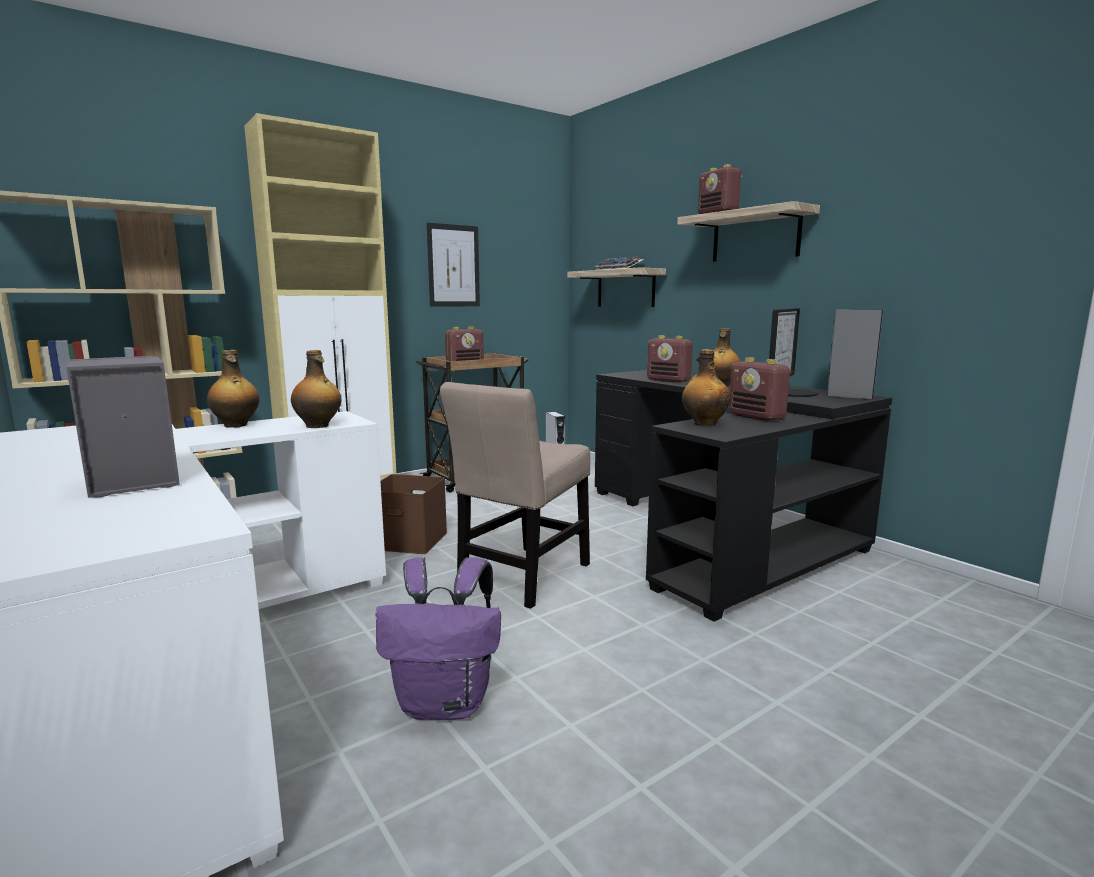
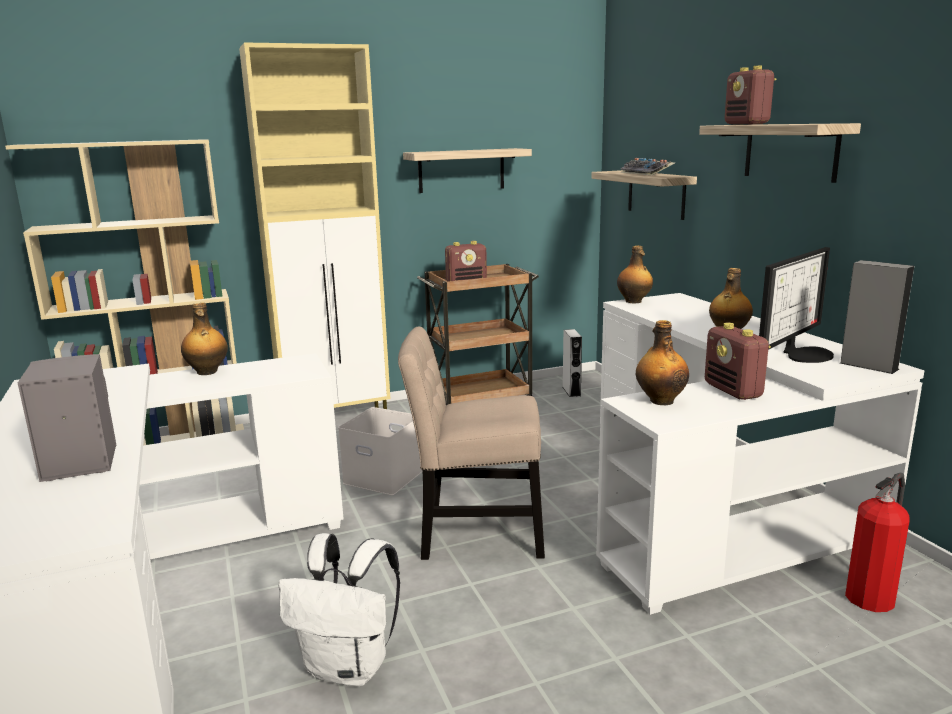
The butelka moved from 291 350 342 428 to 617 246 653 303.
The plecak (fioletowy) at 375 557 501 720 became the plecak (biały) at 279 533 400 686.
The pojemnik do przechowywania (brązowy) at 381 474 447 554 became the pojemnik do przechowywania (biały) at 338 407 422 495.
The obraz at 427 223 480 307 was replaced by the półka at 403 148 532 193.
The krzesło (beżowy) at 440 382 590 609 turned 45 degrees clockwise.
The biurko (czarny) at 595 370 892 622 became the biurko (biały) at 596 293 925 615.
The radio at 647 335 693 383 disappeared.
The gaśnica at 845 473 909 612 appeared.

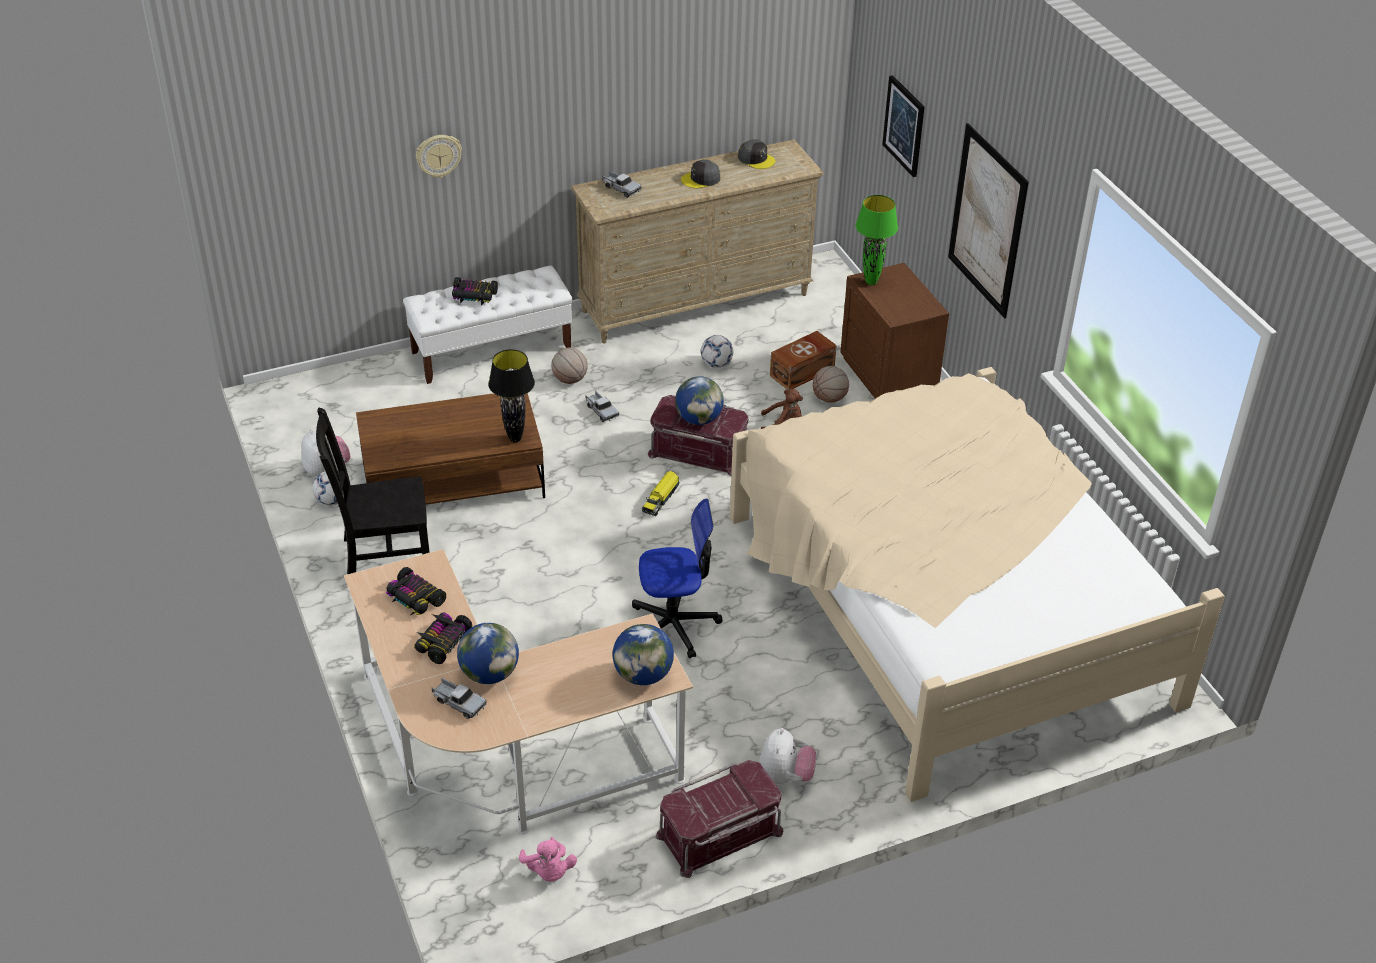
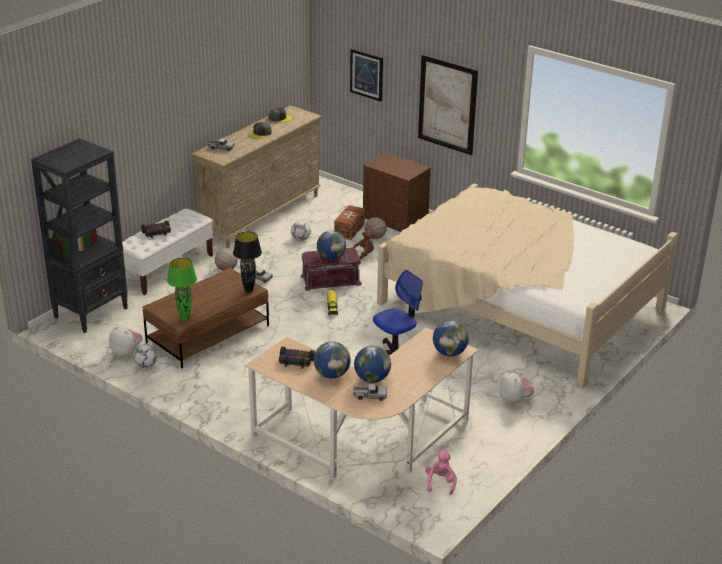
The krzesło (czarny) at 316 408 430 574 disappeared.
The samochodzik at 414 612 472 664 was replaced by the globus at 314 341 351 378.
The zegar ścienny at 416 135 462 178 disappeared.
The pluszak (różowy) at 519 837 577 882 turned 120 degrees counterclockwise.
The pojemnik do przechowywania (czerwony) at 656 760 783 878 disappeared.
The lampa stołowa (zielony) moved from 855 195 898 285 to 167 258 197 321.
The regał (czarny) at 31 138 128 333 appeared.

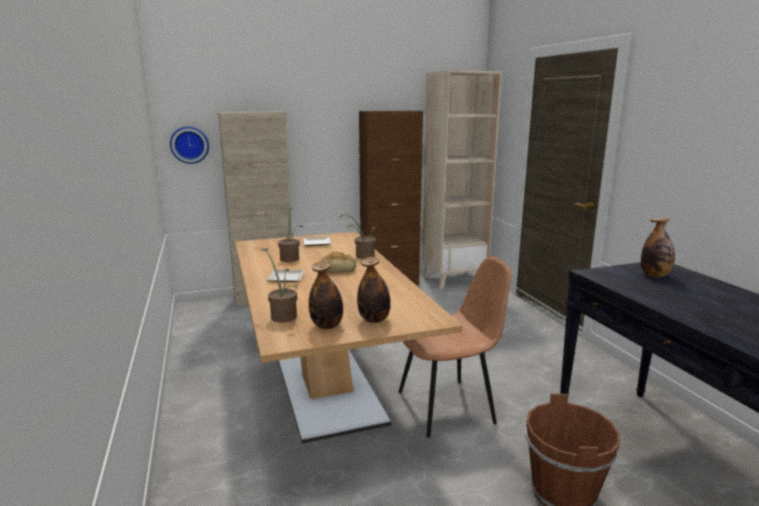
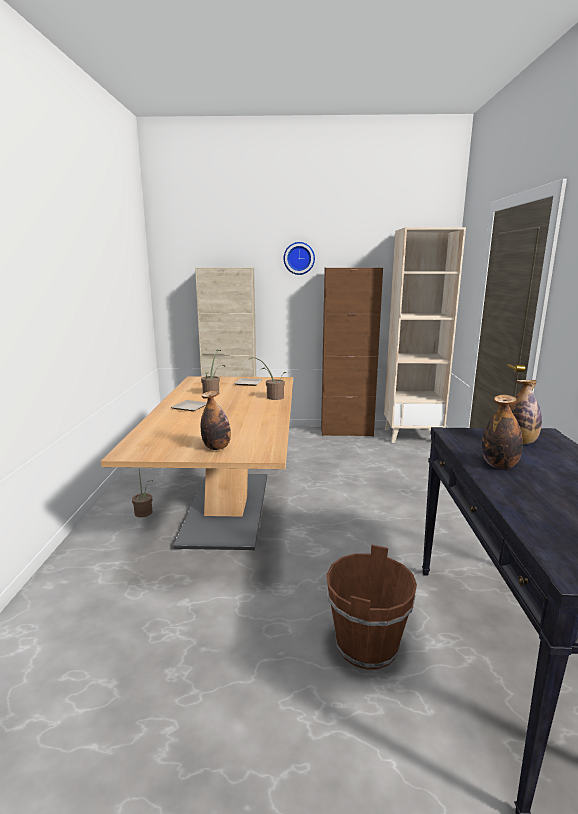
The zegar ścienny moved from 170 126 209 164 to 284 242 315 275.
The roślina doniczkowa moved from 261 248 298 323 to 132 468 153 517.
The butelka moved from 309 262 343 329 to 482 395 523 469.
The chleb at 319 252 356 273 disappeared.
The krzesło (brązowy) at 399 256 511 438 disappeared.

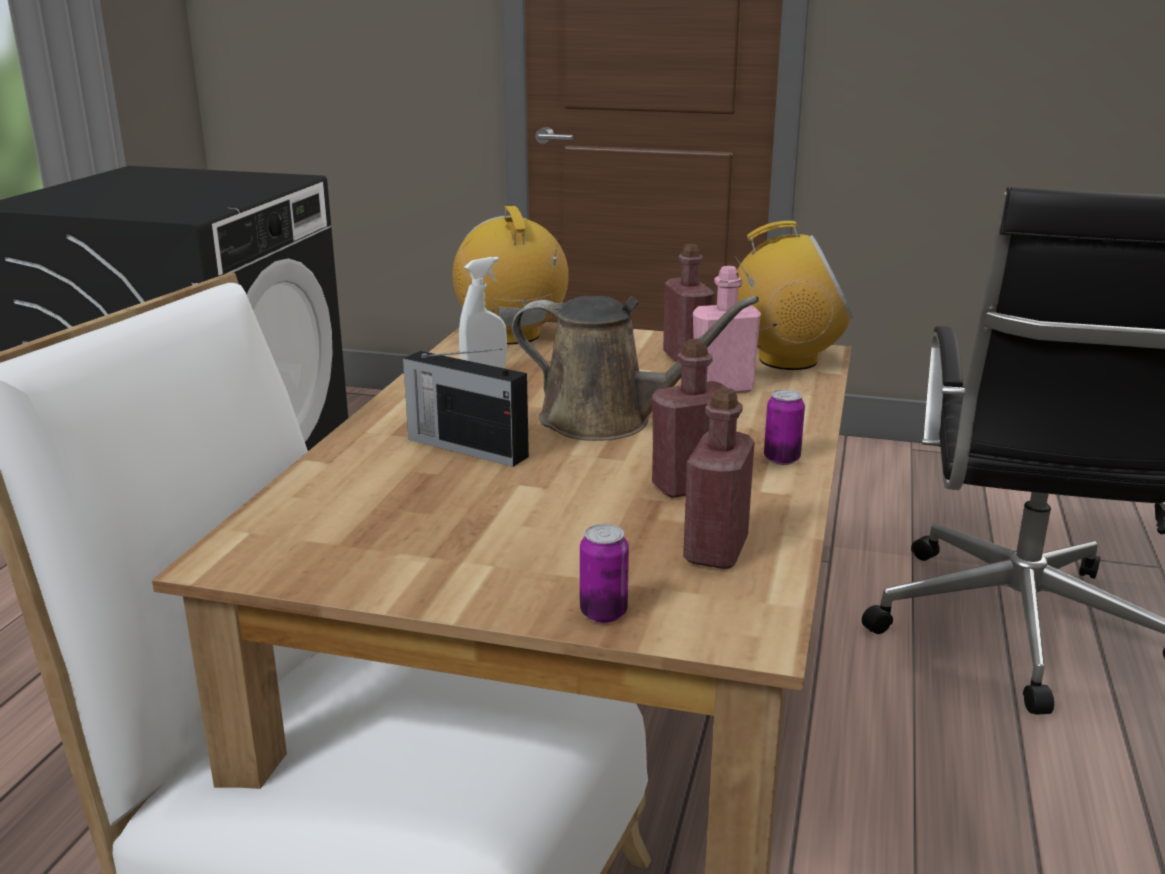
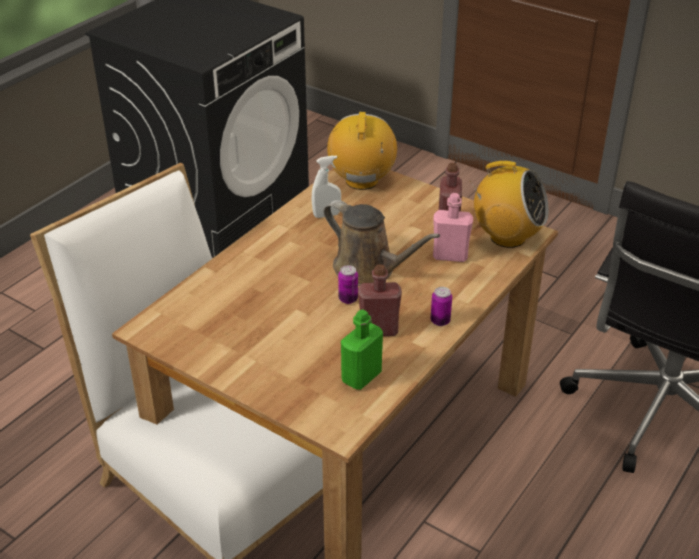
The radio at 403 349 529 467 disappeared.
The puszka moved from 580 524 629 623 to 338 265 358 304.
The butelka (czerwony) at 683 387 755 569 became the butelka (zielony) at 341 309 383 390.

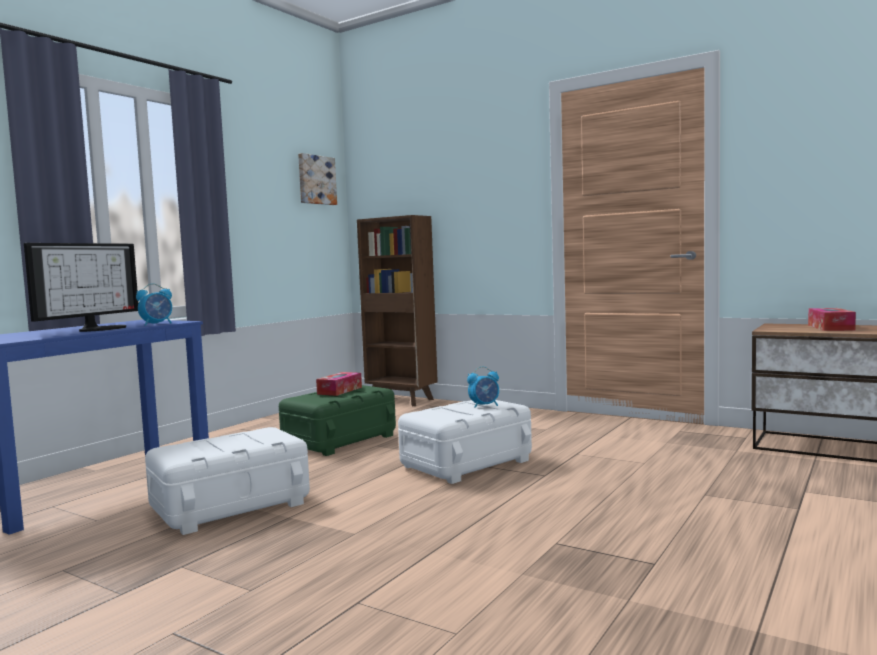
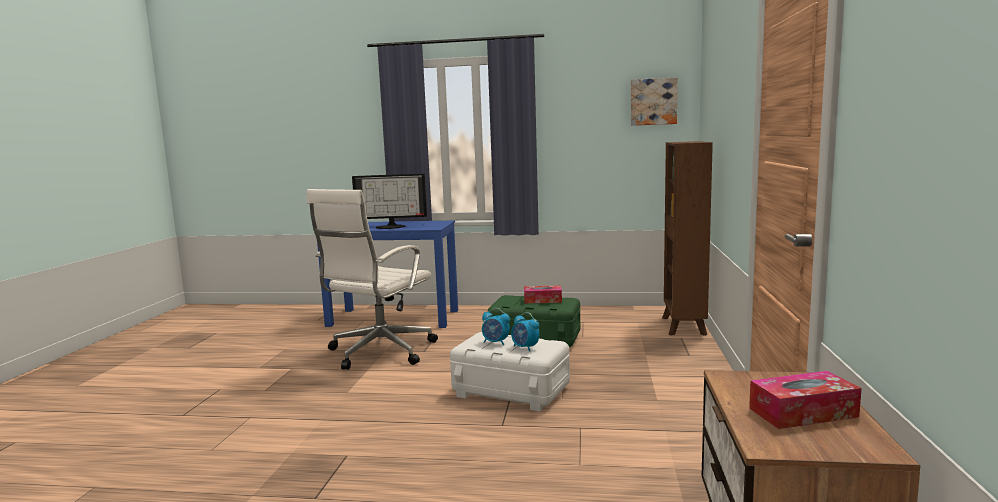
The budzik moved from 136 283 172 326 to 482 308 510 345.
The pojemnik do przechowywania (biały) at 145 427 310 535 was replaced by the krzesło biurowe (biały) at 307 189 438 370.

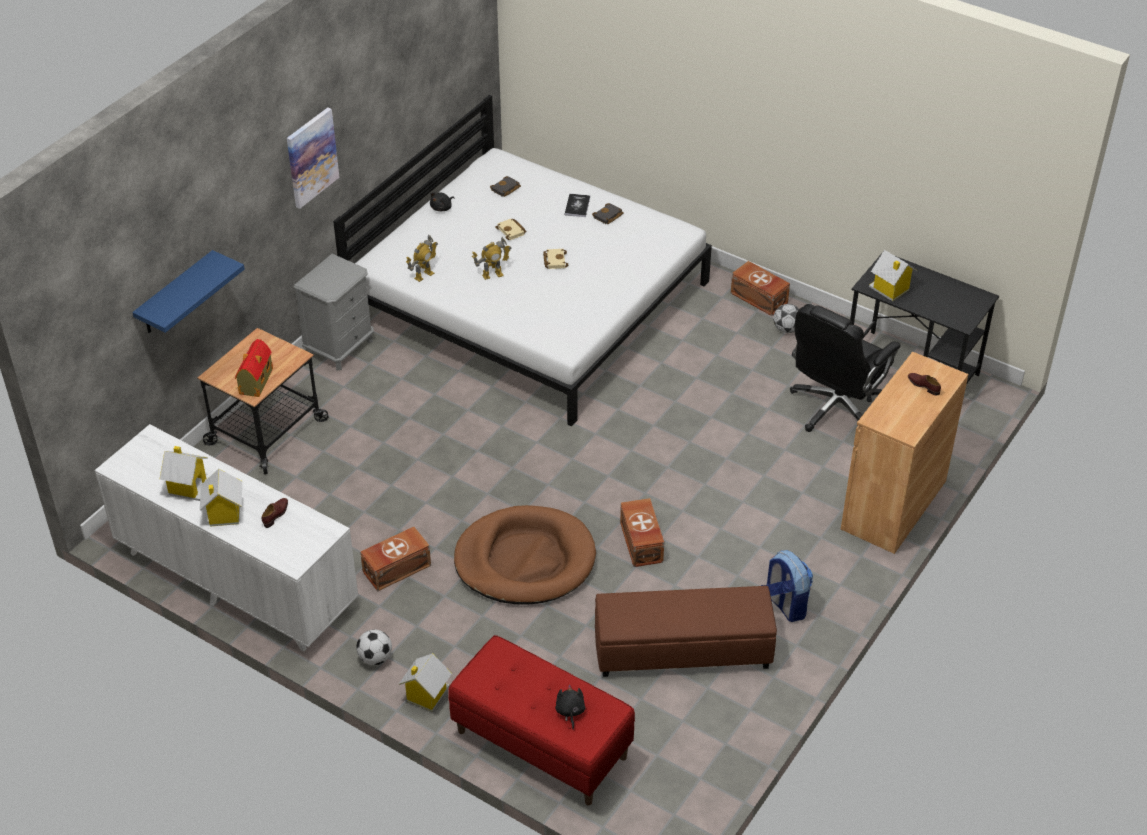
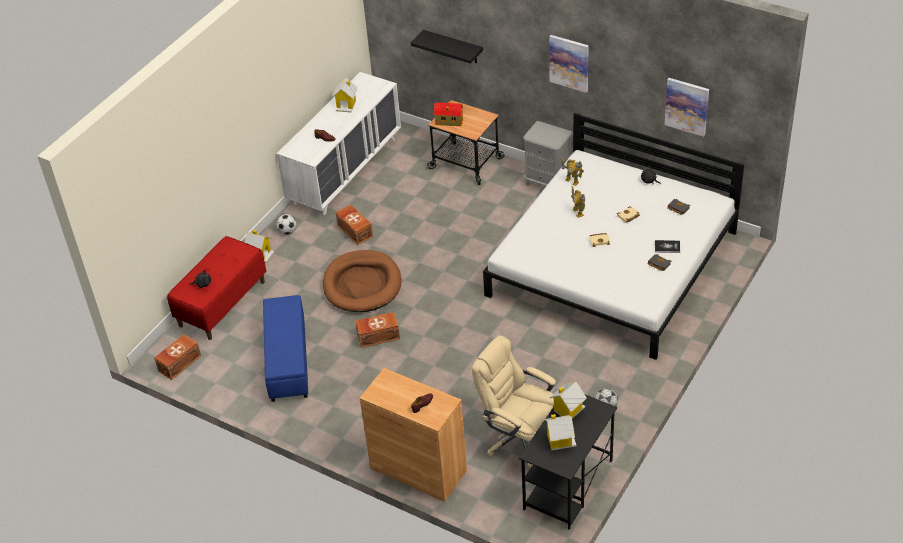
The półka (niebieski) at 132 250 245 333 became the półka (czarny) at 411 30 483 64.
The domek moved from 200 469 242 527 to 544 414 576 450.
The pufa (brązowy) at 595 586 777 677 became the pufa (niebieski) at 263 295 308 402.
The pojemnik do przechowywania (brązowy) moved from 731 261 790 316 to 154 334 201 380.
The plecak at 761 550 813 622 disappeared.
The krzesło biurowe (czarny) at 790 304 900 432 became the krzesło biurowe (beżowy) at 472 335 556 467.
The obraz at 664 78 709 137 appeared.

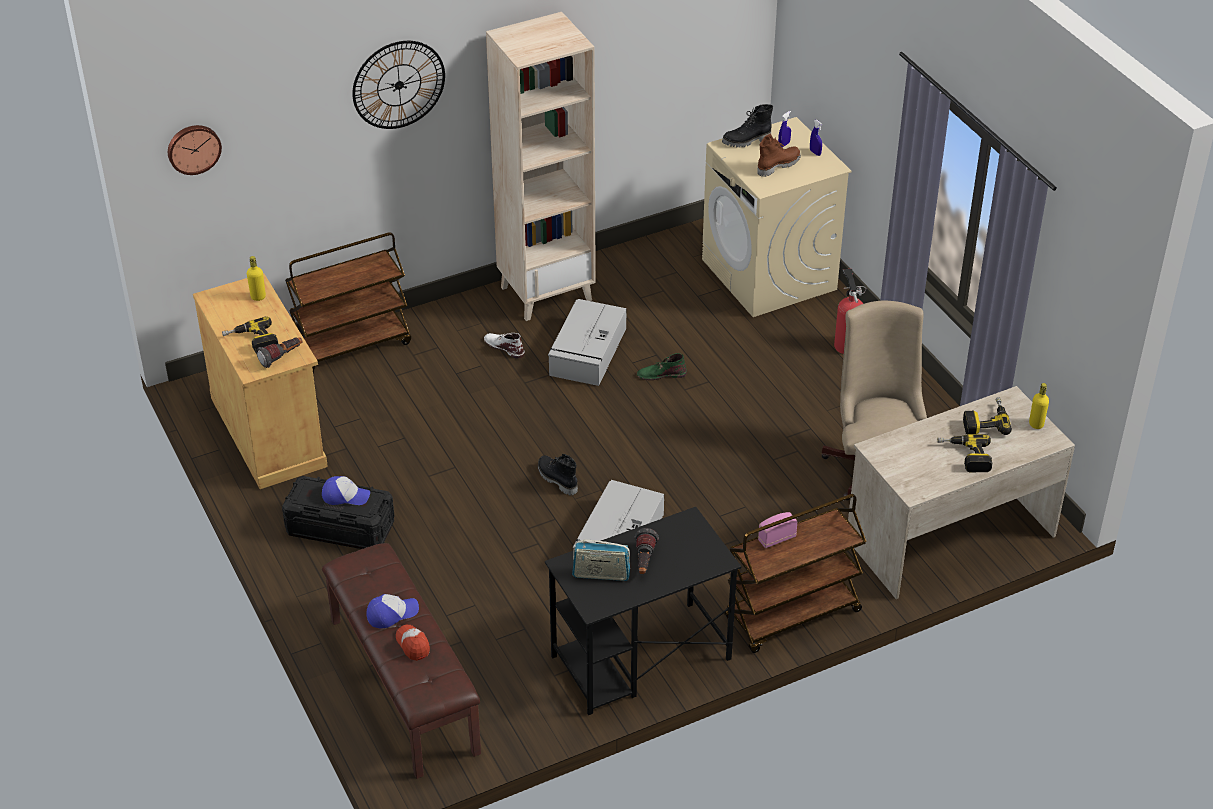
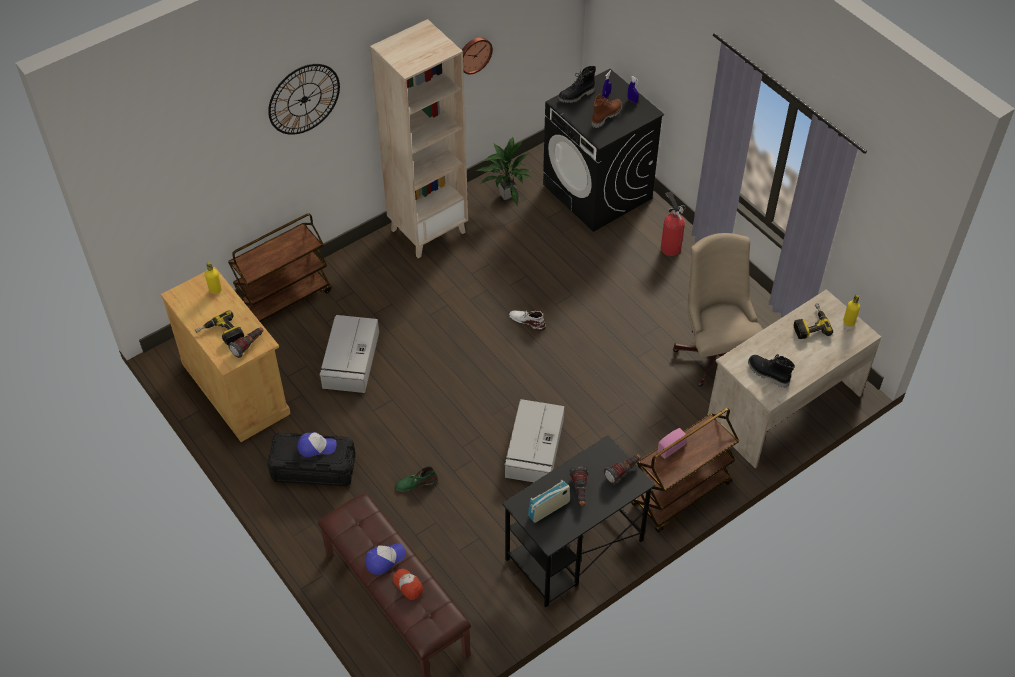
The zegar ścienny moved from 168 125 222 175 to 462 37 493 74.
The but z cholewką (biały) moved from 484 333 525 359 to 509 311 546 331.
The but z cholewką (czarny) moved from 538 454 578 495 to 748 354 795 388.
The pojemnik do przechowywania (szary) moved from 548 299 626 386 to 319 315 379 393.
The radio at 572 540 630 581 turned 150 degrees clockwise.
The but z cholewką (zielony) moved from 637 353 687 380 to 395 466 438 492.
The pralka (beżowy) at 702 117 852 317 became the pralka (czarny) at 543 69 664 232.
The wiertarka at 937 434 992 473 disappeared.
The roślina doniczkowa at 475 136 532 206 appeared.
The latarka at 604 454 641 485 appeared.

